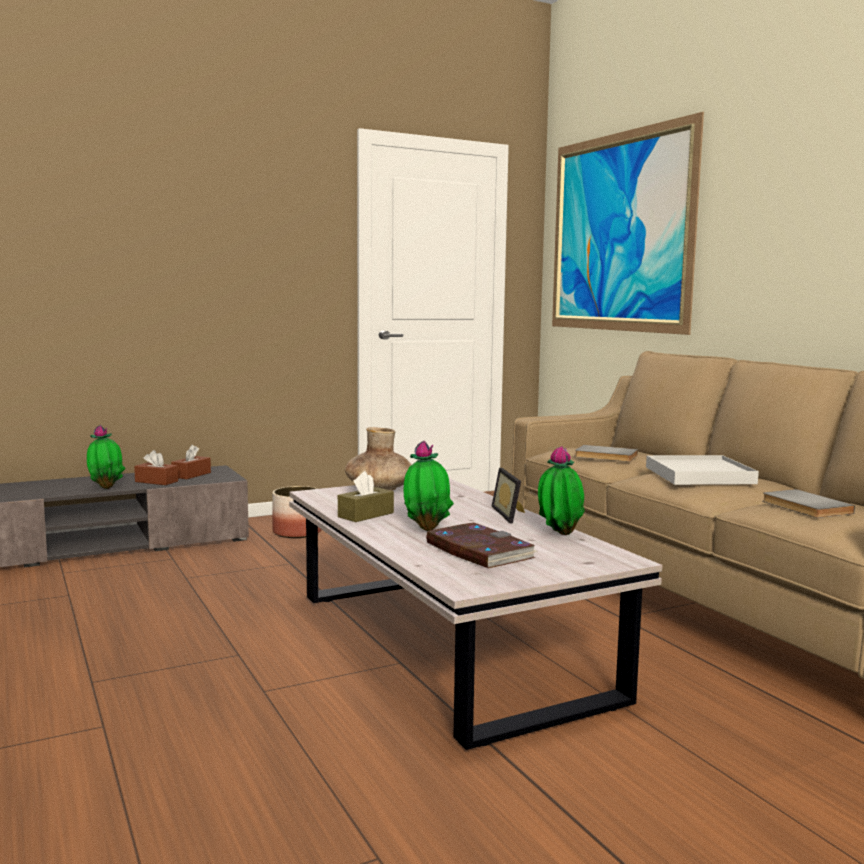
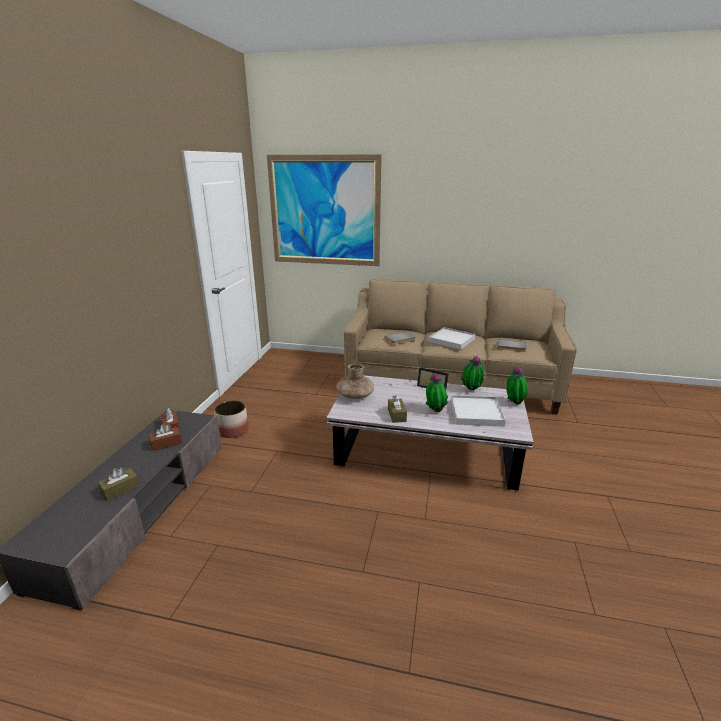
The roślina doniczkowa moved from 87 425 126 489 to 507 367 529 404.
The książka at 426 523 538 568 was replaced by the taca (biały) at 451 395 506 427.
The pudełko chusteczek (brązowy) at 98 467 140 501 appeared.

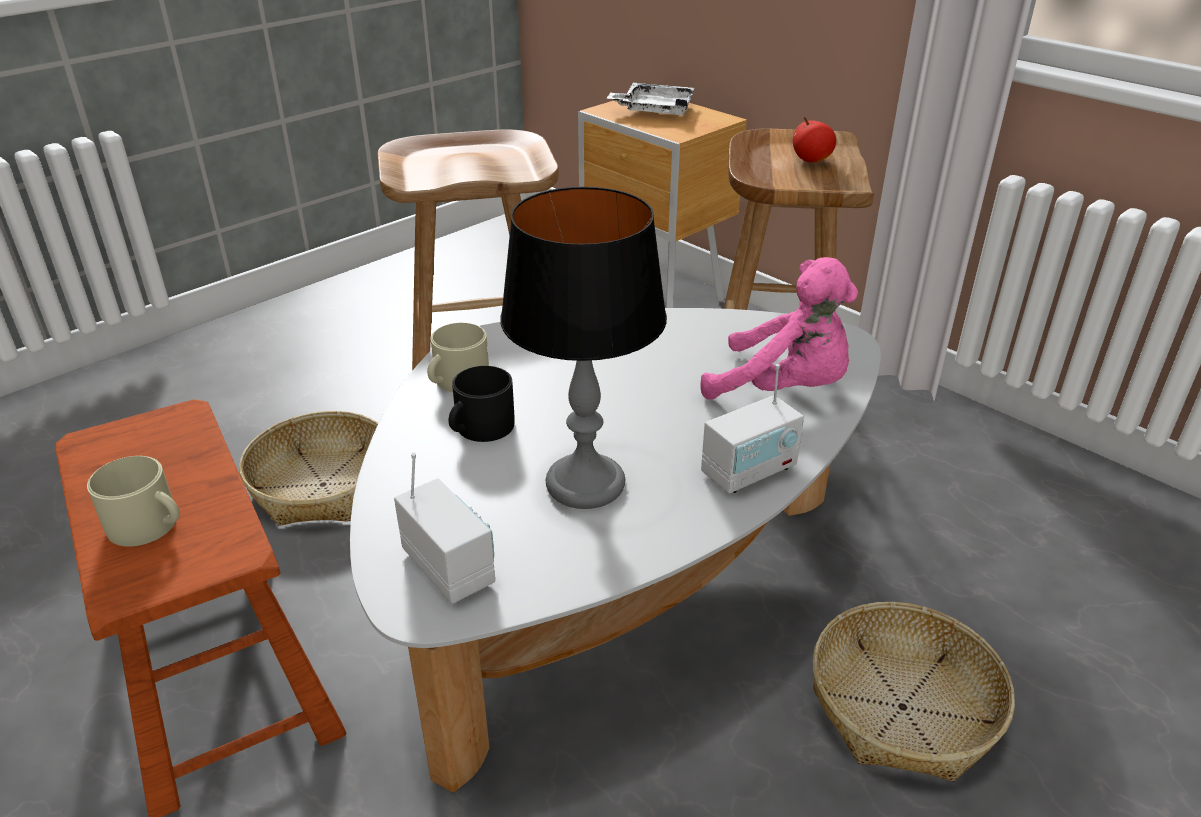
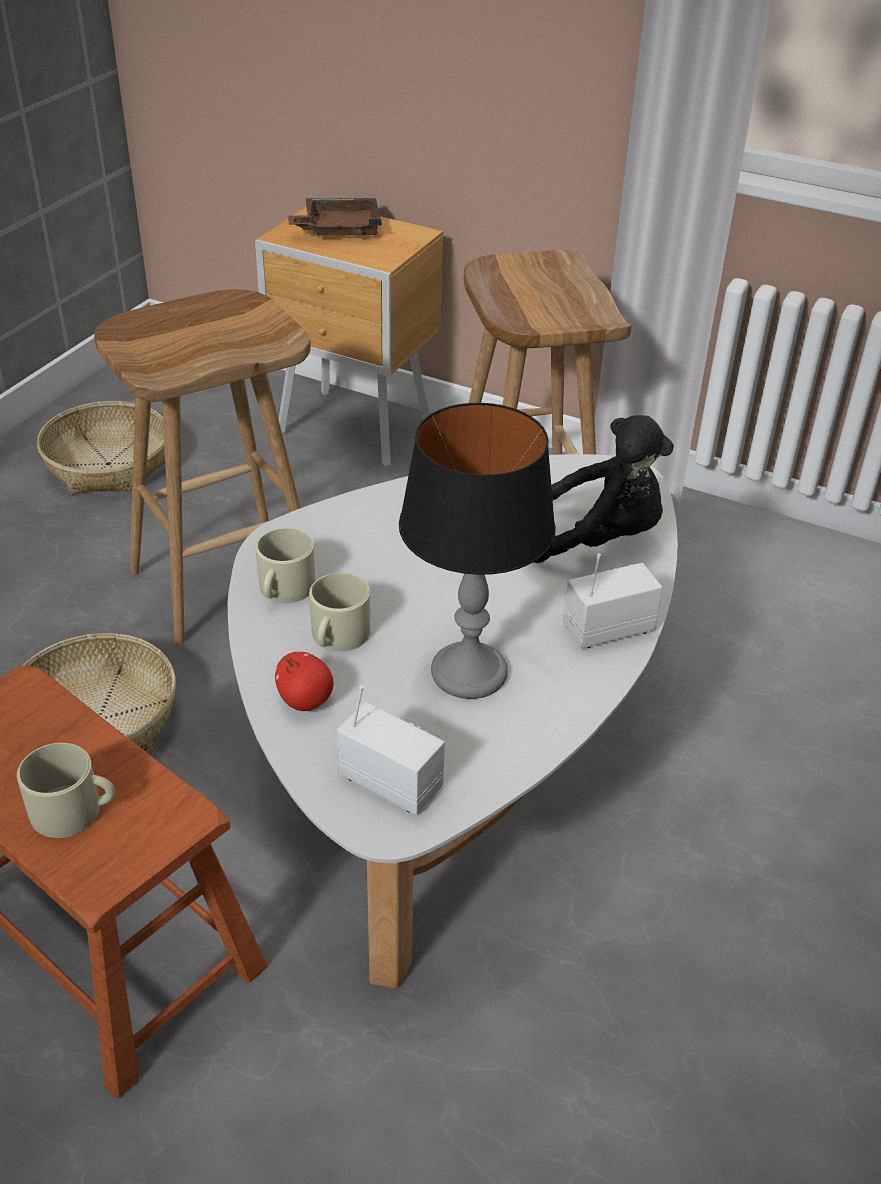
The kubek (czarny) at 448 366 515 442 became the kubek (beżowy) at 309 573 370 652.
The taca (biały) at 607 83 695 115 became the taca (brązowy) at 288 198 382 236.
The pluszak (różowy) at 700 257 858 400 became the pluszak (czarny) at 534 415 674 563.
The radio at 701 364 804 494 turned 150 degrees counterclockwise.
The jabłko moved from 793 117 836 163 to 275 651 333 711.
The koszyk moved from 813 602 1015 781 to 37 401 165 495.

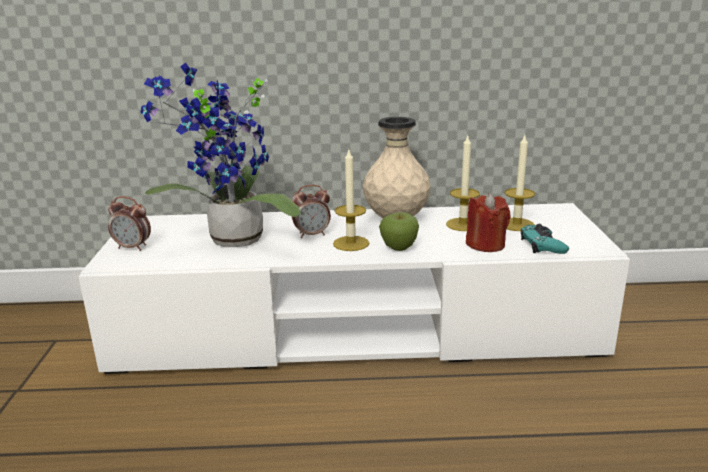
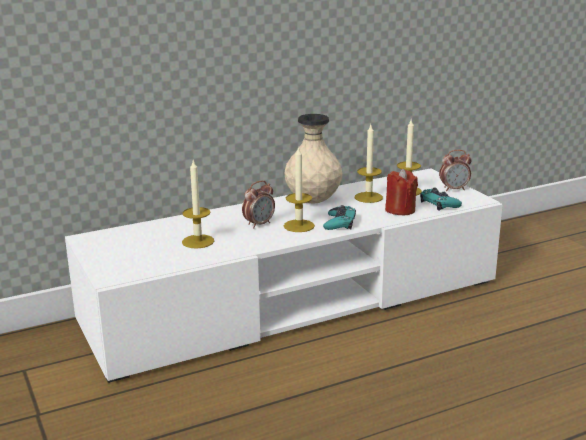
The budzik moved from 108 196 151 251 to 439 150 471 191.
The roślina doniczkowa at 140 62 300 247 was replaced by the świeca at 182 160 214 248.
The jabłko at 379 212 419 251 was replaced by the pad do gier (turkusowy) at 323 205 356 230.

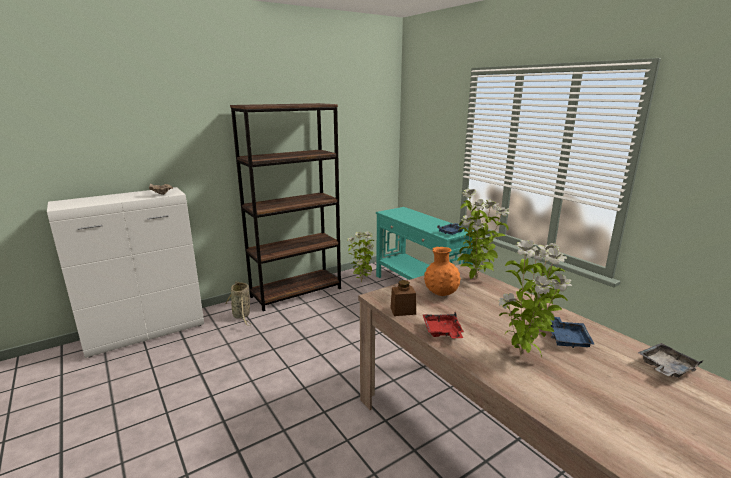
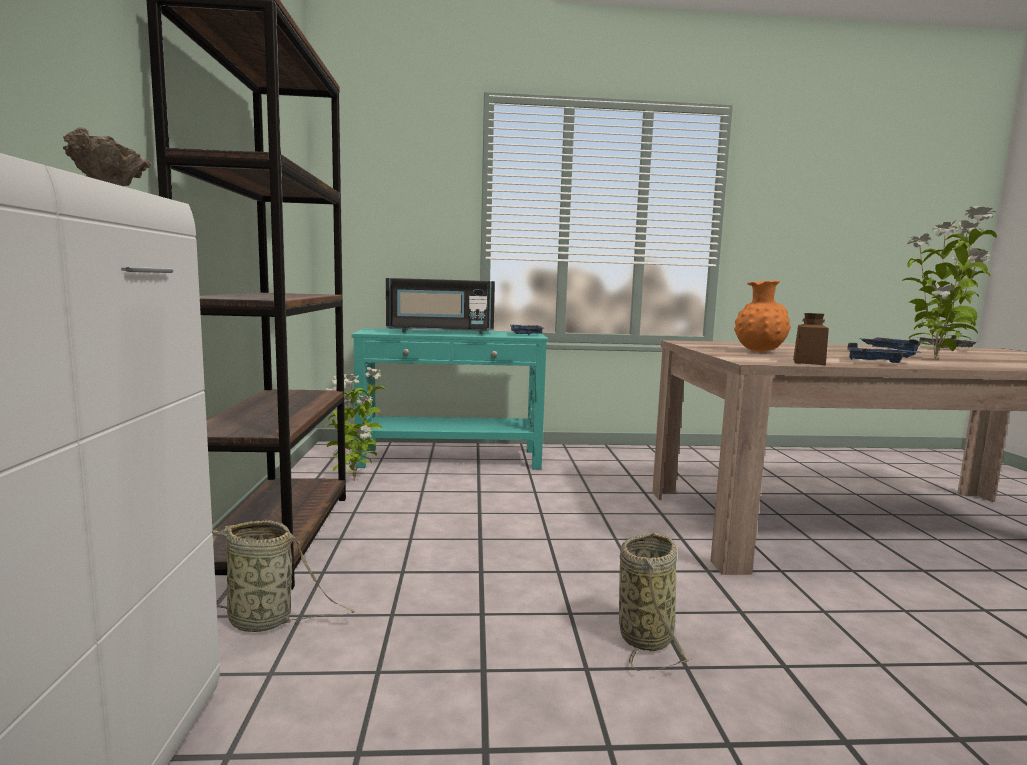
The taca (czerwony) at 422 312 464 338 became the taca (niebieski) at 847 343 921 363.
The roślina doniczkowa at 457 189 509 279 disappeared.
The mikrofalówka (czarny) at 386 278 495 334 appeared.
The koszyk at 619 533 689 671 appeared.

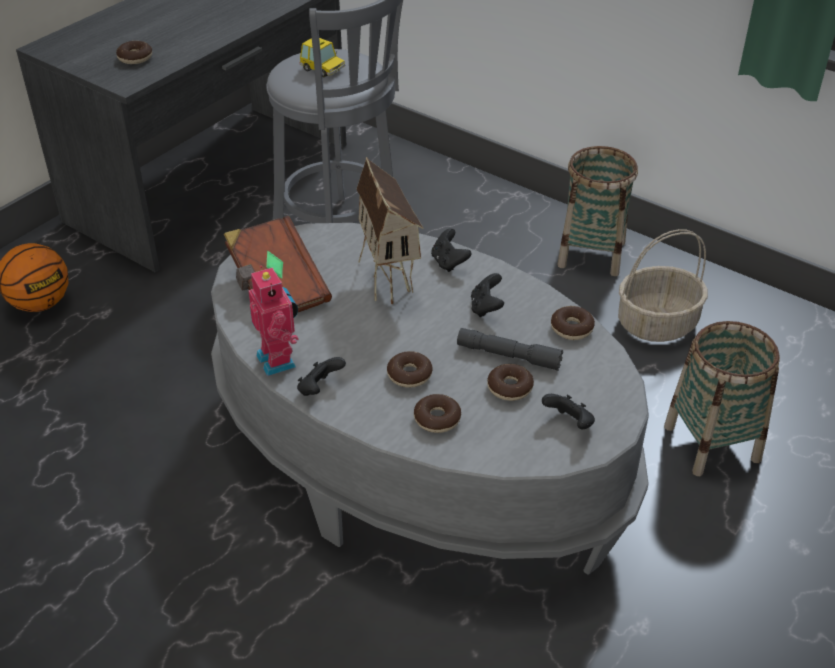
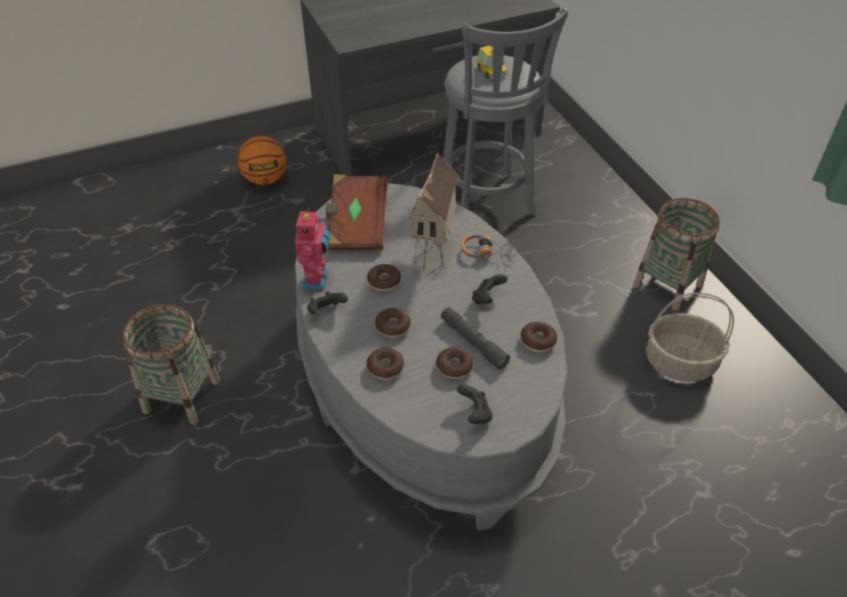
The donut moved from 116 41 152 64 to 367 264 401 291.
The pad do gier (czarny) at 431 228 472 272 was replaced by the słuchawki at 462 234 516 266.
The koszyk moved from 664 321 780 476 to 123 304 220 425.

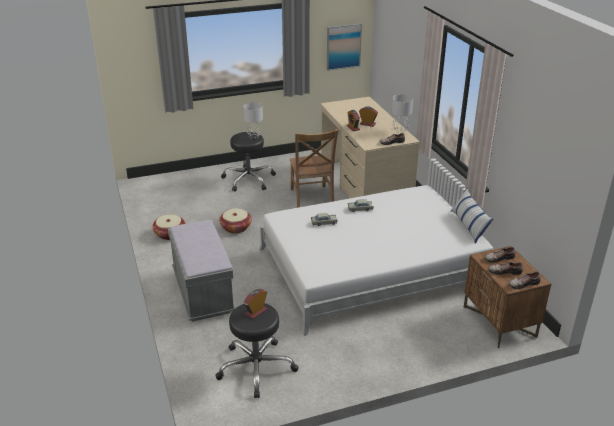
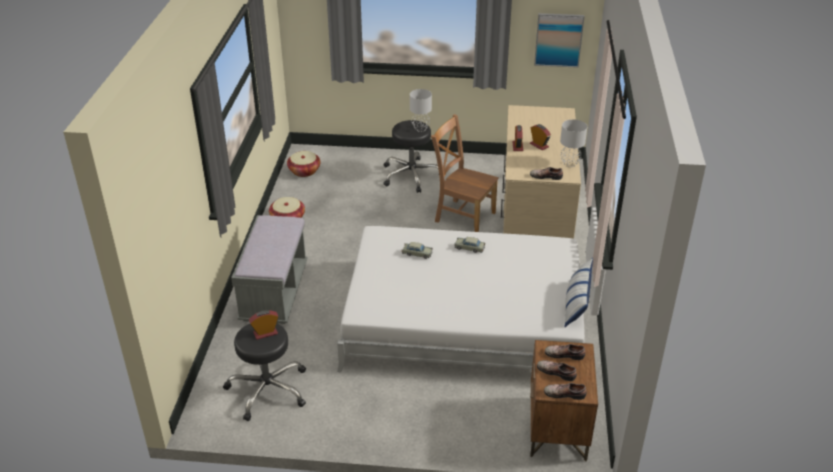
The koszyk moved from 219 208 252 234 to 287 151 320 177.
The krzesło (brązowy) at 290 129 338 208 turned 105 degrees clockwise.

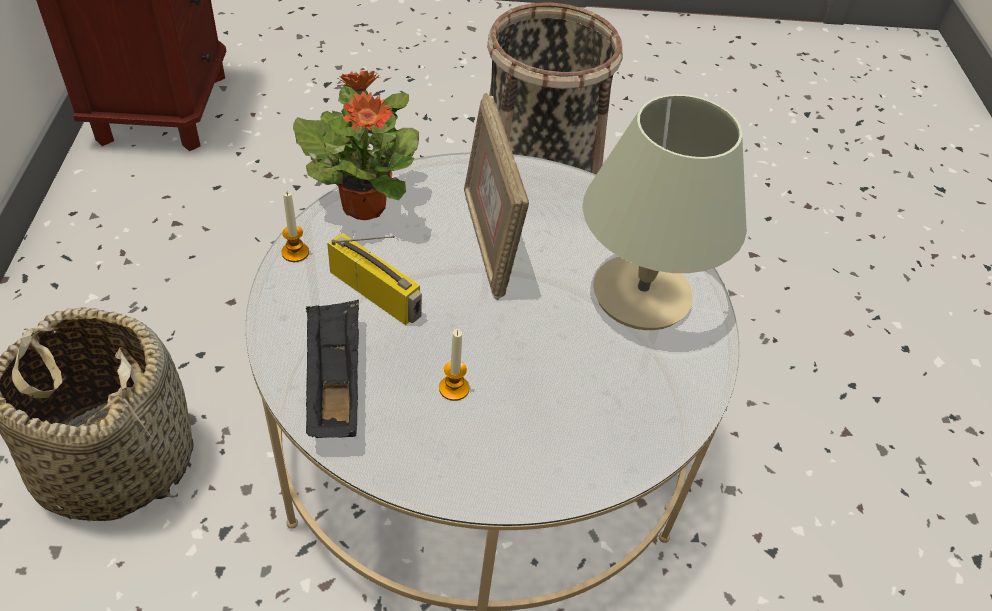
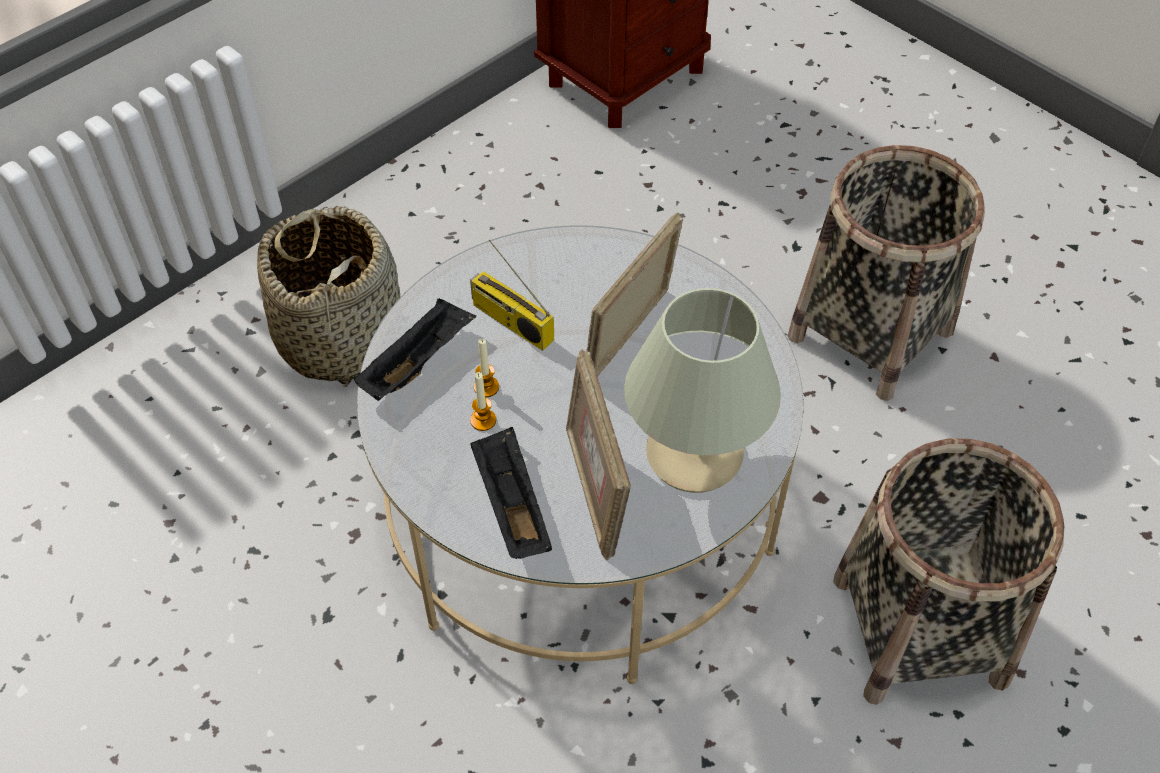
The świeca moved from 282 192 309 262 to 474 339 499 397.
The roślina doniczkowa at 293 70 419 220 disappeared.
The radio at 327 233 422 325 turned 135 degrees clockwise.
The taca (czarny) at 470 427 552 559 appeared.
The ramka na zdjęcie at 566 349 631 560 appeared.
The koszyk at 833 439 1064 705 appeared.

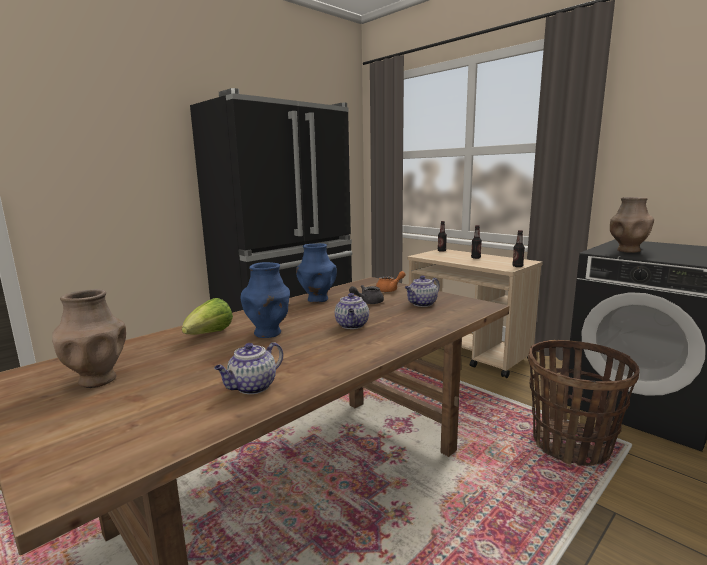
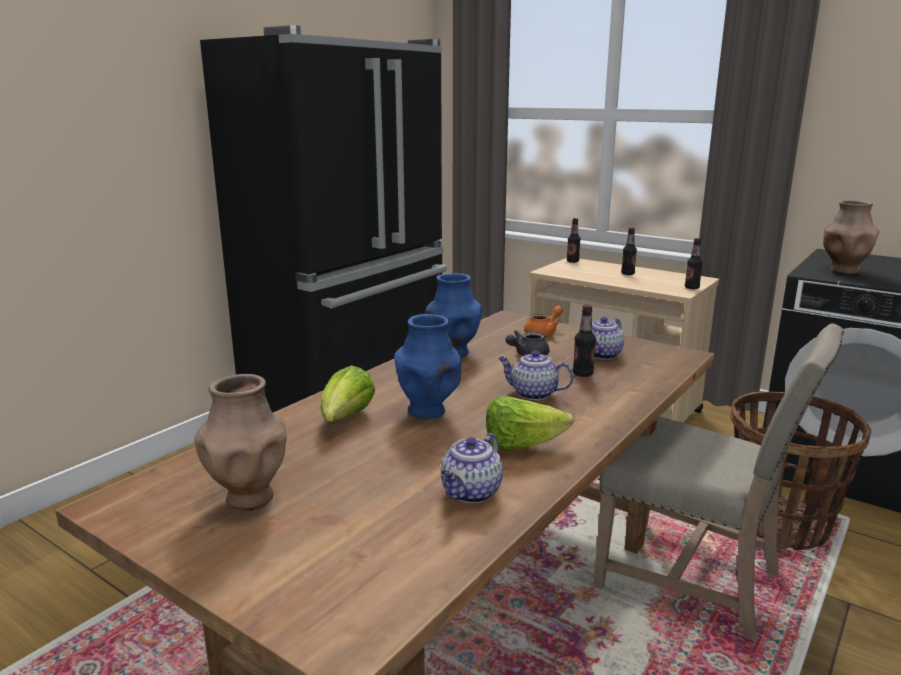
The imbryk at 335 293 369 329 turned 120 degrees clockwise.
The sałata at 486 396 574 451 appeared.
The butelka at 573 305 596 377 appeared.
The krzesło (beżowy) at 593 323 844 641 appeared.

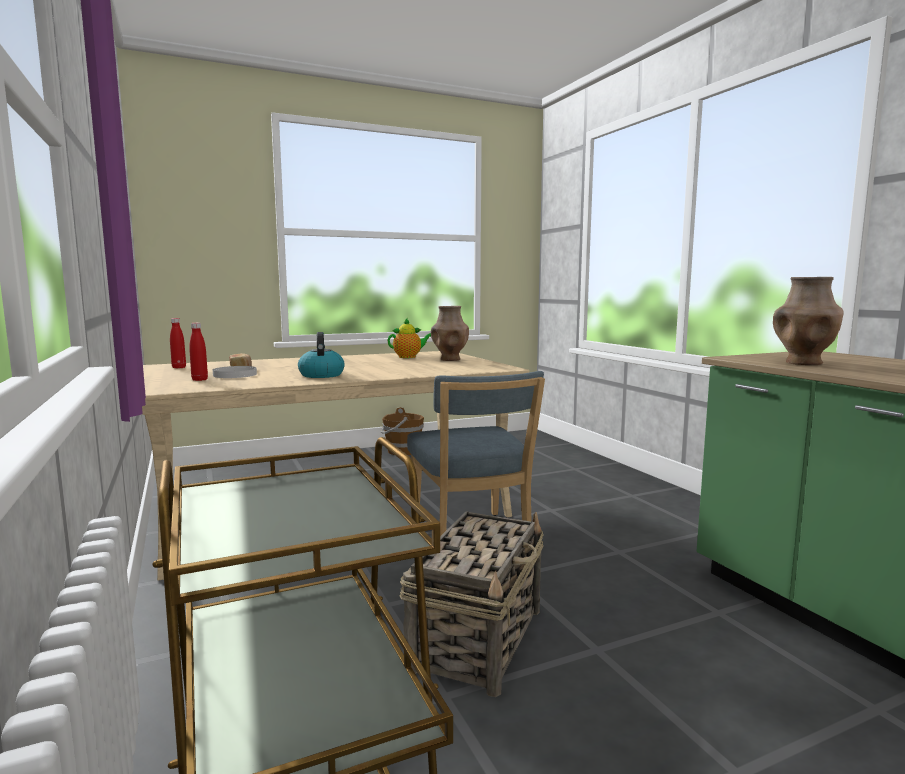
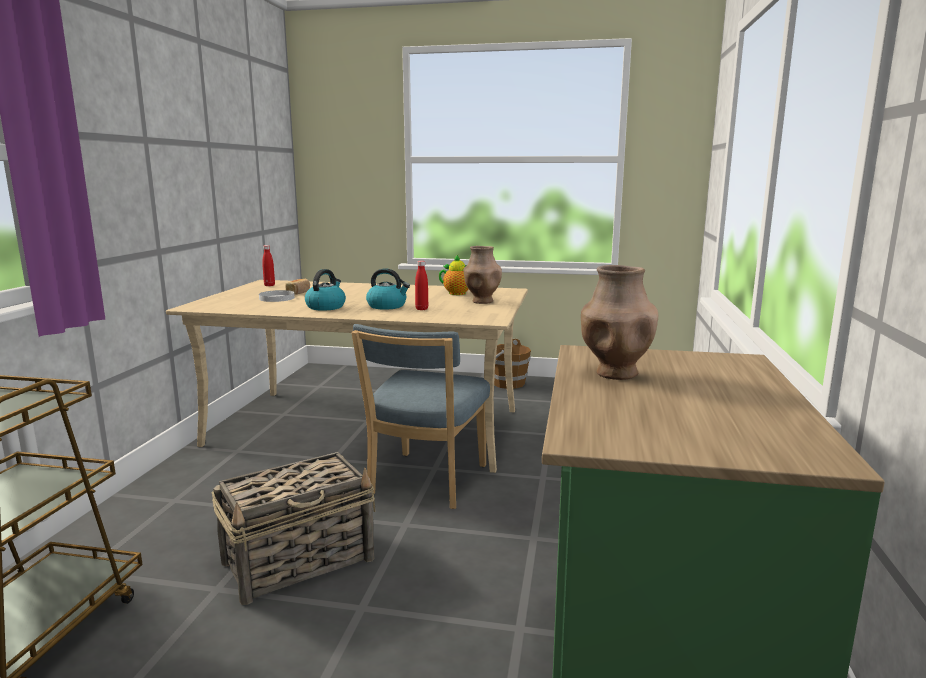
The butelka (czerwony) moved from 189 323 208 381 to 415 261 428 310.
The czajnik at 366 268 410 310 appeared.

